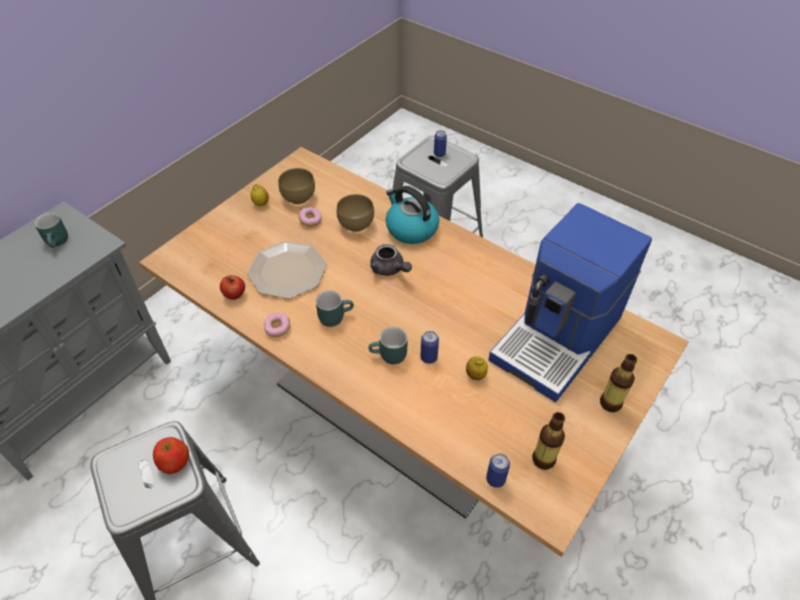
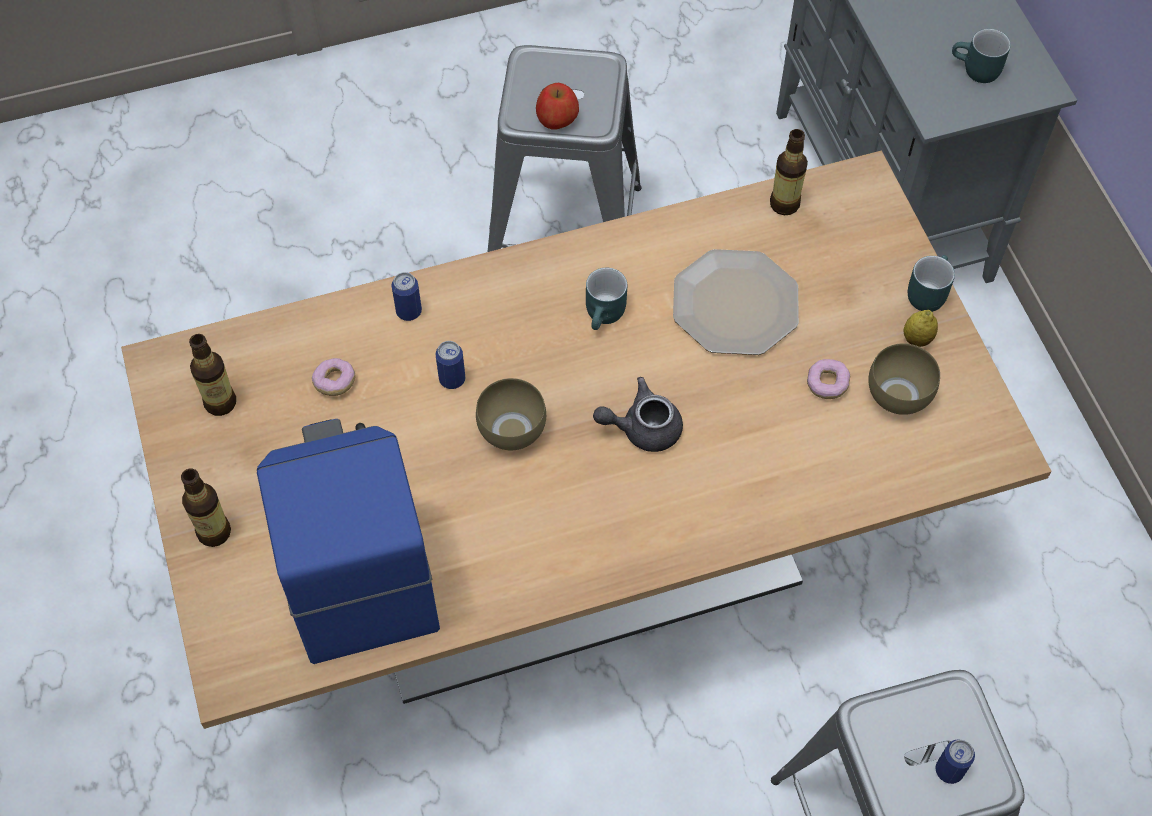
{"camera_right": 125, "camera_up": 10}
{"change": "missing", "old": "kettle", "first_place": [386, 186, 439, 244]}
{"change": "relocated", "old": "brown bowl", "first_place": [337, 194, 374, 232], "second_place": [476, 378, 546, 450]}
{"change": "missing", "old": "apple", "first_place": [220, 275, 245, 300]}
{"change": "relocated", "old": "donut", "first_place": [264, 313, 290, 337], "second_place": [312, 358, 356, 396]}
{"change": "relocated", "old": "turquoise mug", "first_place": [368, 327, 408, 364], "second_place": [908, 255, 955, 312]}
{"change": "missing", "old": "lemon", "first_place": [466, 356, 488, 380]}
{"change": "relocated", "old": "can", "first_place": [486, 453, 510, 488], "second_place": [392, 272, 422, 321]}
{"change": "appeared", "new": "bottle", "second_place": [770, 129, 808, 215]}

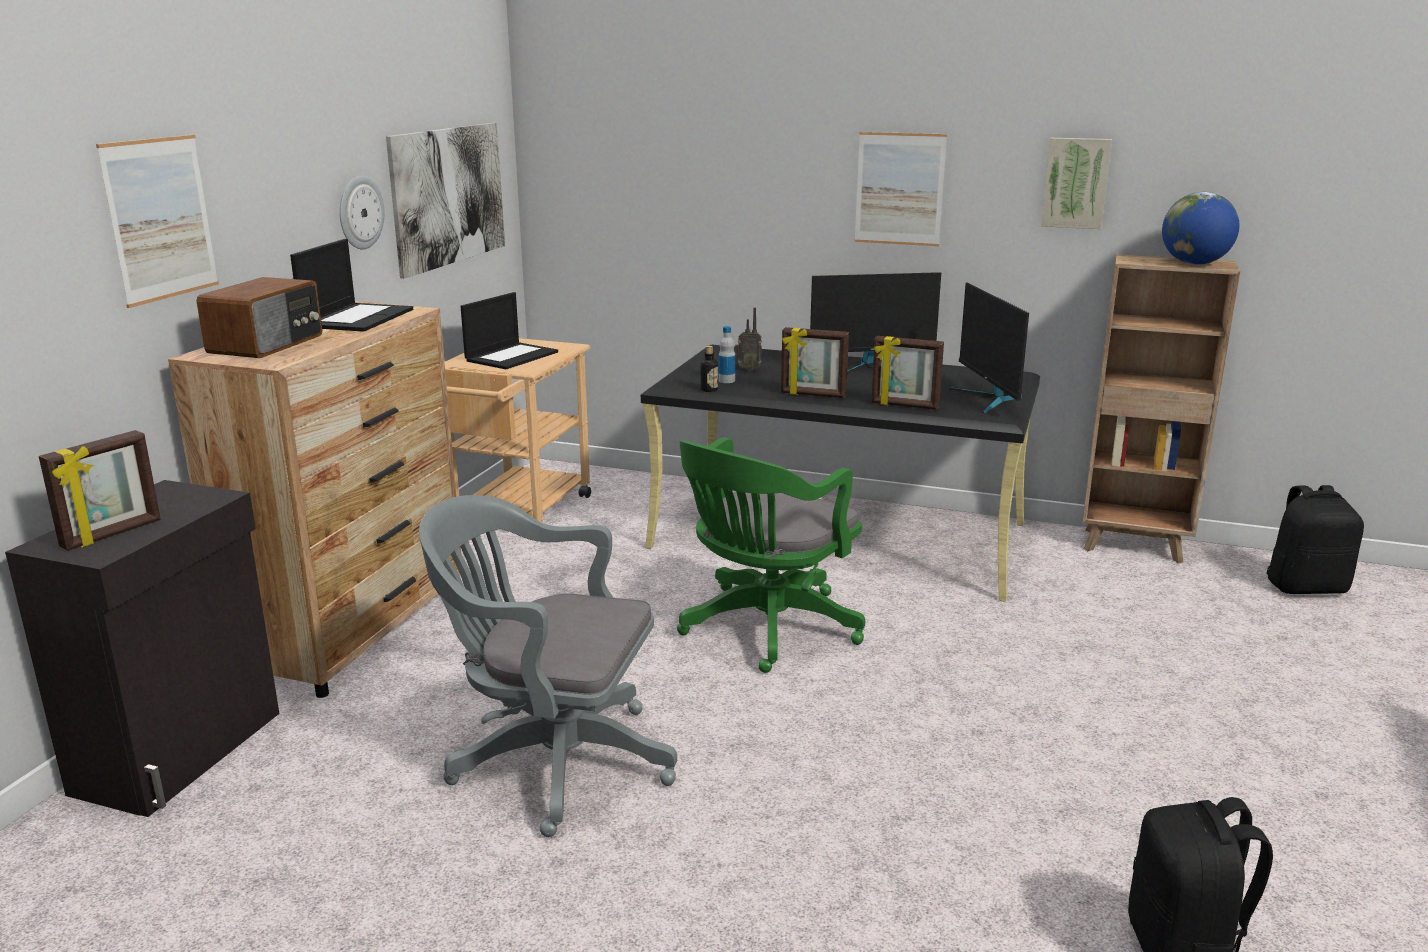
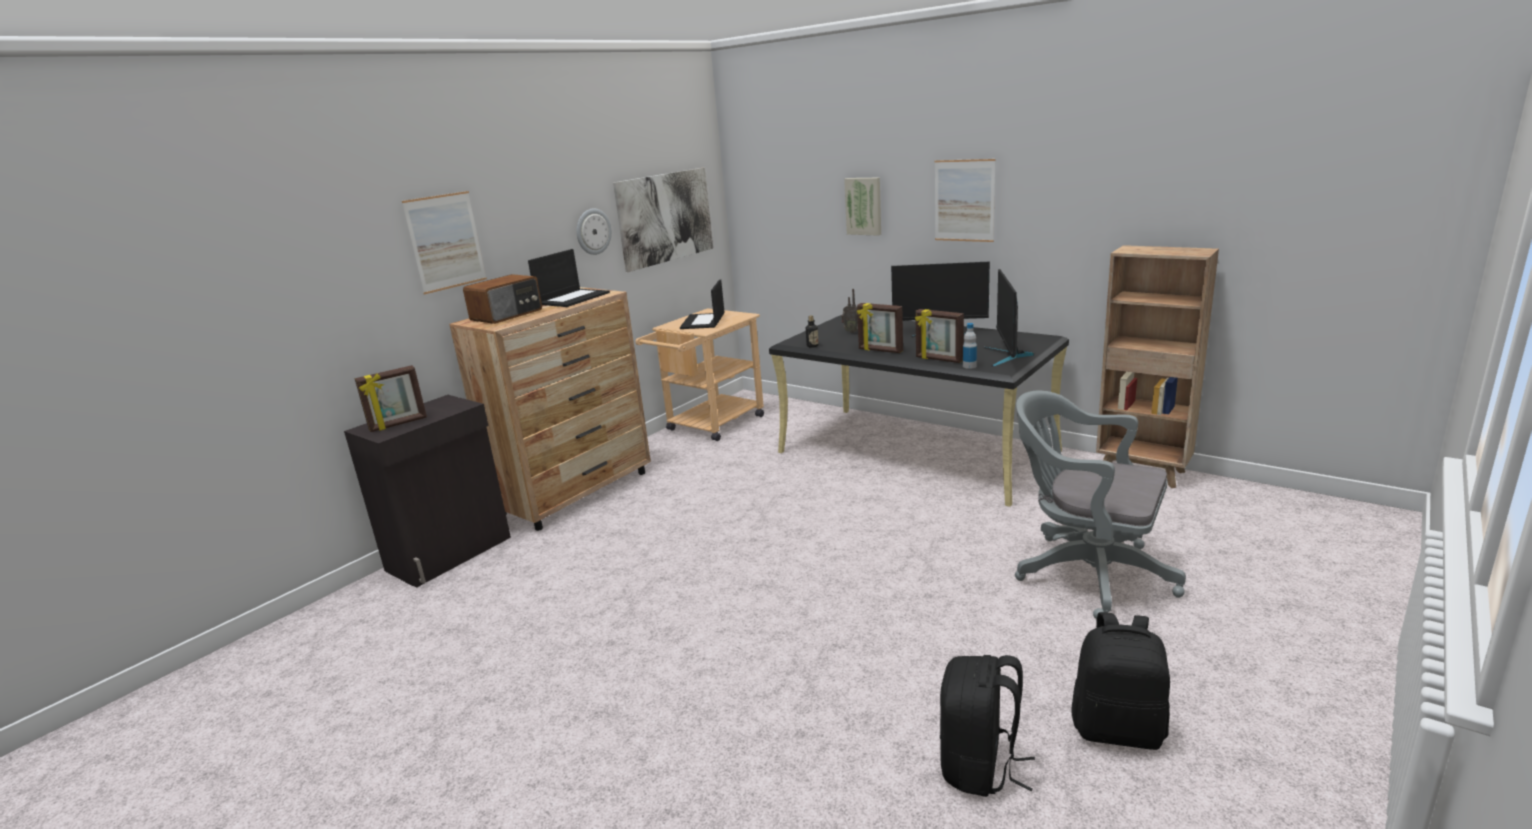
{"camera_right": 20, "camera_up": 0}
{"change": "relocated", "old": "picture", "first_place": [1041, 138, 1112, 229], "second_place": [844, 178, 881, 236]}
{"change": "missing", "old": "globe", "first_place": [1162, 192, 1239, 265]}
{"change": "spun", "old": "laptop", "first_place": [461, 292, 558, 369], "second_place": [680, 279, 725, 329], "degrees": 135}
{"change": "relocated", "old": "bottle", "first_place": [719, 326, 735, 383], "second_place": [963, 323, 977, 369]}
{"change": "missing", "old": "green office chair", "first_place": [677, 437, 865, 673]}
{"change": "relocated", "old": "black backpack", "first_place": [1266, 485, 1364, 594], "second_place": [1071, 612, 1170, 750]}
{"change": "relocated", "old": "grey office chair", "first_place": [419, 495, 677, 837], "second_place": [1015, 391, 1186, 619]}

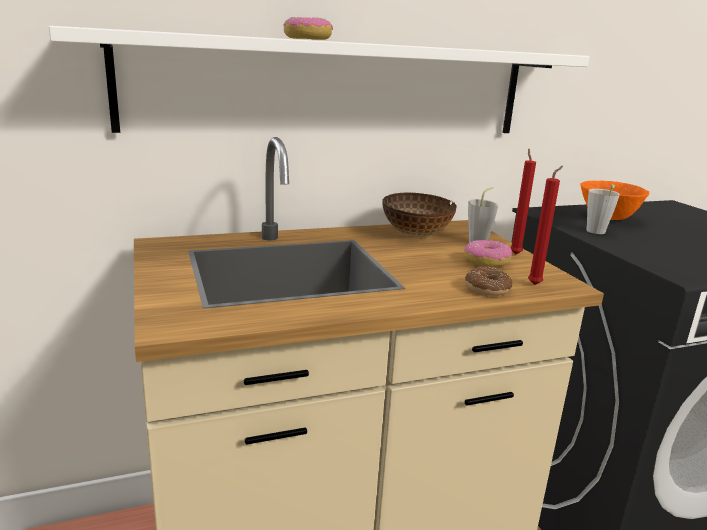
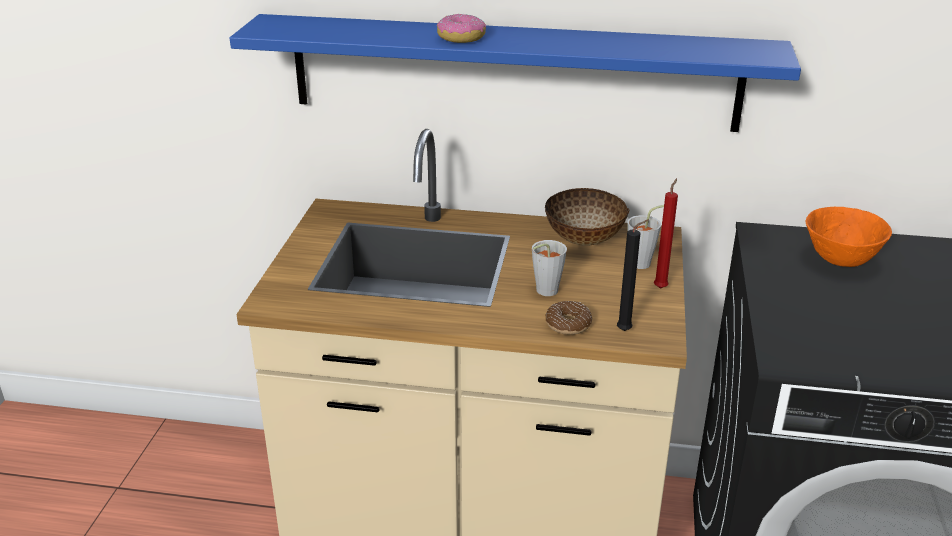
{"camera_right": 30, "camera_up": 10}
{"change": "colour", "old": "white shelf", "new": "blue shelf", "first_place": [49, 26, 590, 133], "second_place": [230, 14, 801, 132]}
{"change": "colour", "old": "red candle", "new": "black candle", "first_place": [528, 166, 563, 285], "second_place": [617, 219, 648, 331]}
{"change": "relocated", "old": "grey cup", "first_place": [586, 184, 620, 234], "second_place": [532, 240, 567, 296]}
{"change": "missing", "old": "donut", "first_place": [464, 240, 512, 267]}

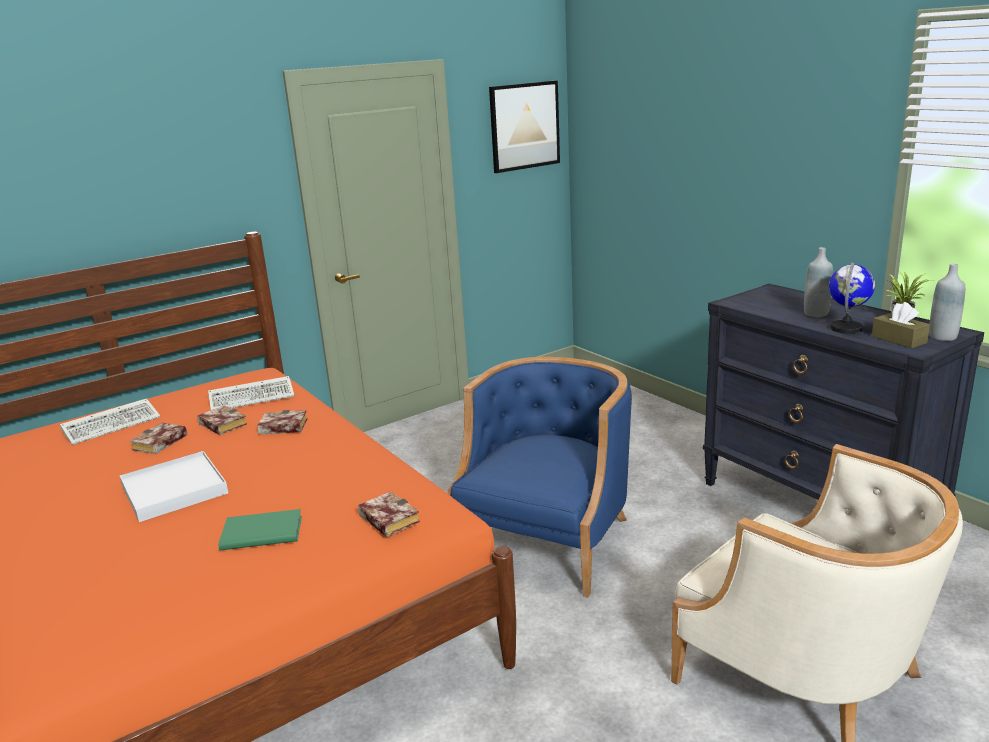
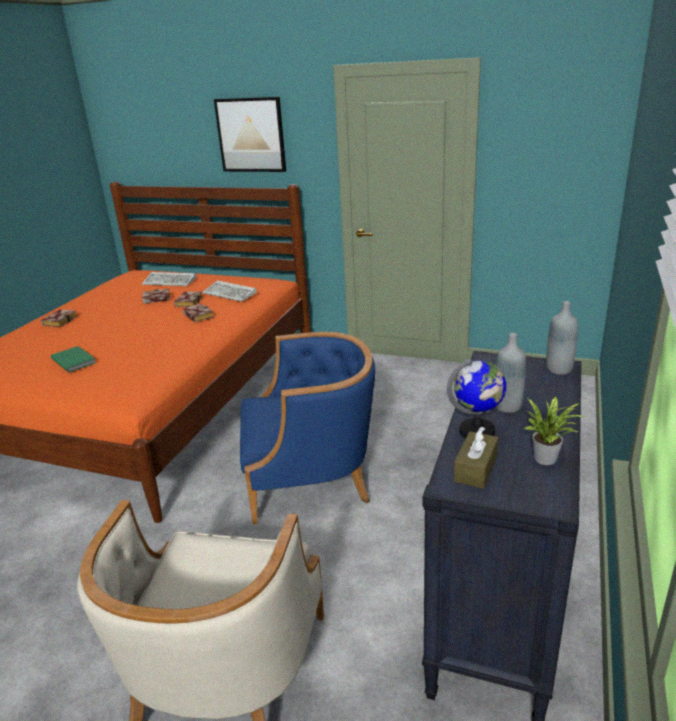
{"camera_right": 55, "camera_up": 5}
{"change": "relocated", "old": "picture", "first_place": [489, 81, 560, 173], "second_place": [214, 97, 286, 172]}
{"change": "relocated", "old": "grey bottle", "first_place": [929, 264, 965, 341], "second_place": [546, 301, 578, 375]}
{"change": "missing", "old": "white tray", "first_place": [120, 451, 228, 522]}
{"change": "relocated", "old": "book", "first_place": [358, 491, 420, 537], "second_place": [41, 310, 77, 327]}

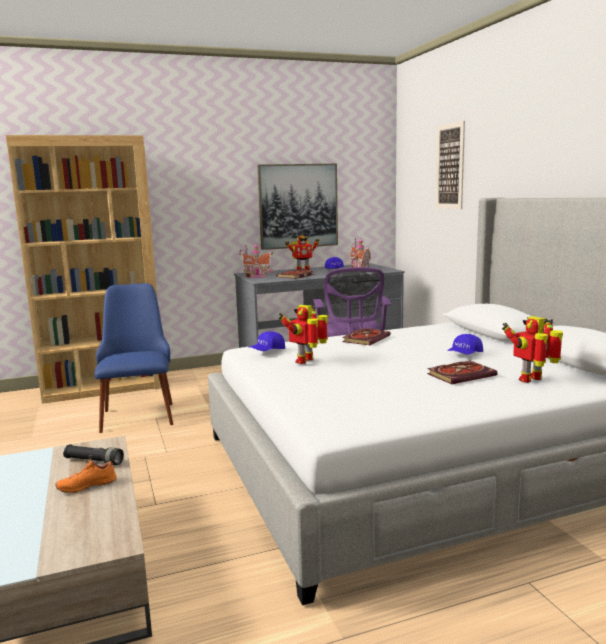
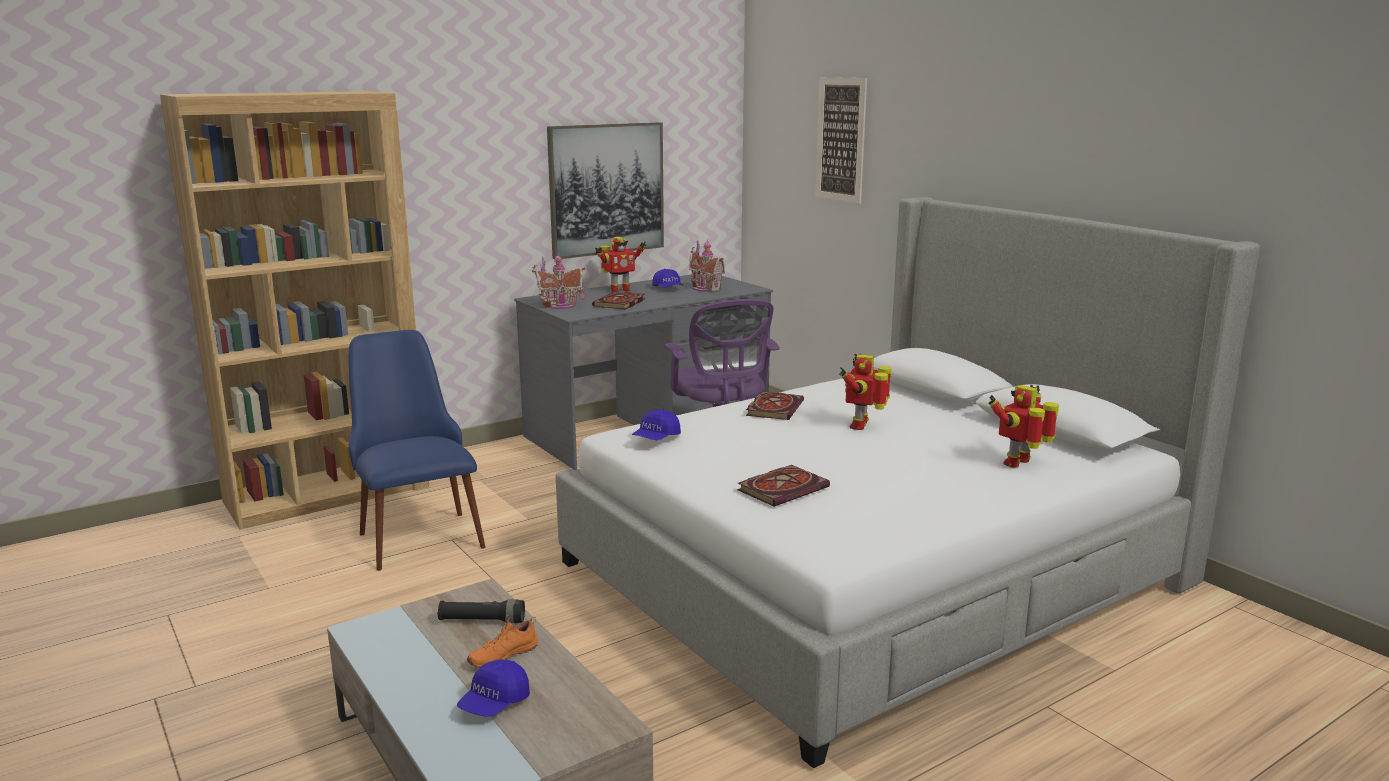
{"camera_right": -15, "camera_up": 5}
{"change": "relocated", "old": "toy robot", "first_place": [279, 305, 328, 364], "second_place": [839, 353, 892, 430]}
{"change": "relocated", "old": "blue cap", "first_place": [447, 334, 483, 355], "second_place": [457, 659, 530, 717]}
{"change": "relocated", "old": "book", "first_place": [427, 361, 498, 384], "second_place": [737, 465, 830, 507]}

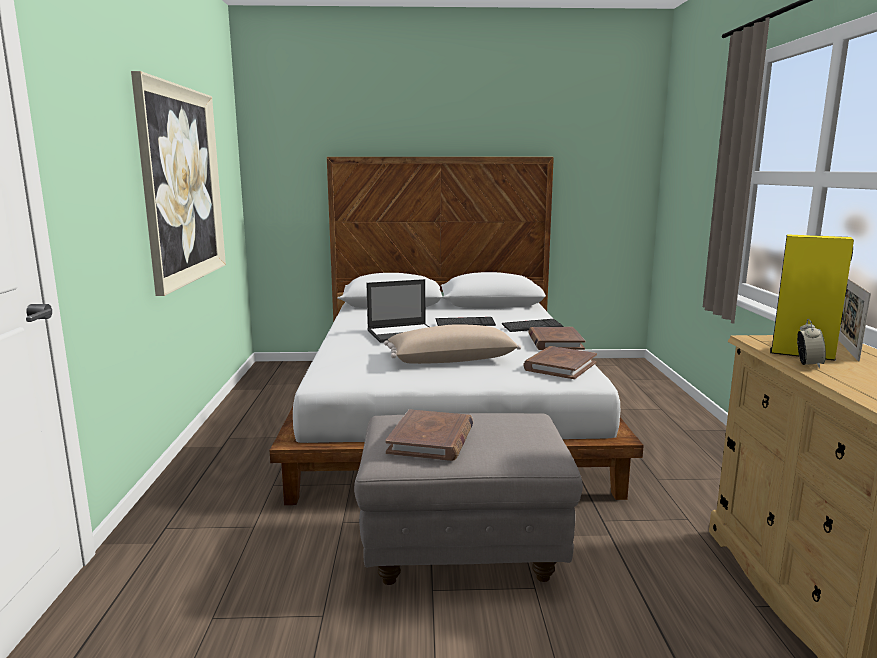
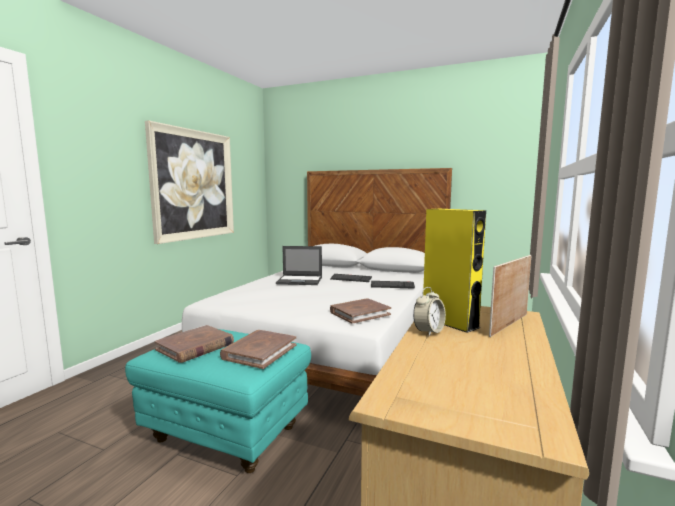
{"camera_right": 25, "camera_up": -5}
{"change": "missing", "old": "beige pillow", "first_place": [384, 324, 521, 364]}
{"change": "relocated", "old": "brown book", "first_place": [528, 327, 586, 350], "second_place": [220, 330, 297, 369]}
{"change": "colour", "old": "grey ottoman", "new": "turquoise ottoman", "first_place": [354, 413, 583, 585], "second_place": [125, 329, 311, 473]}

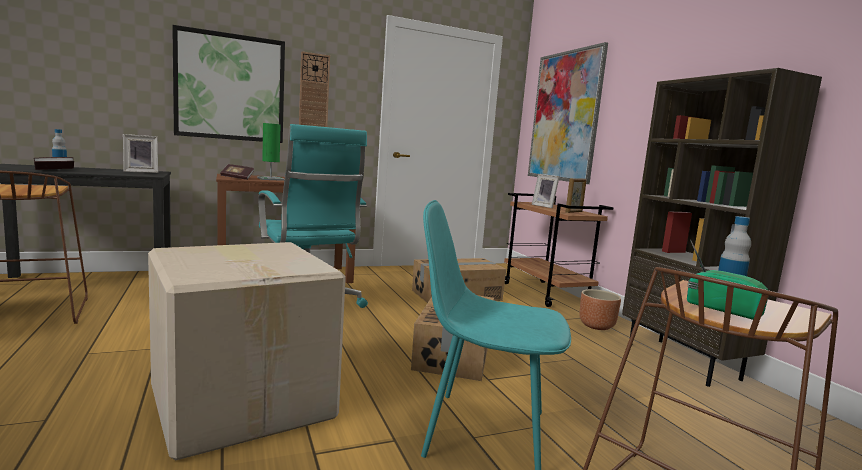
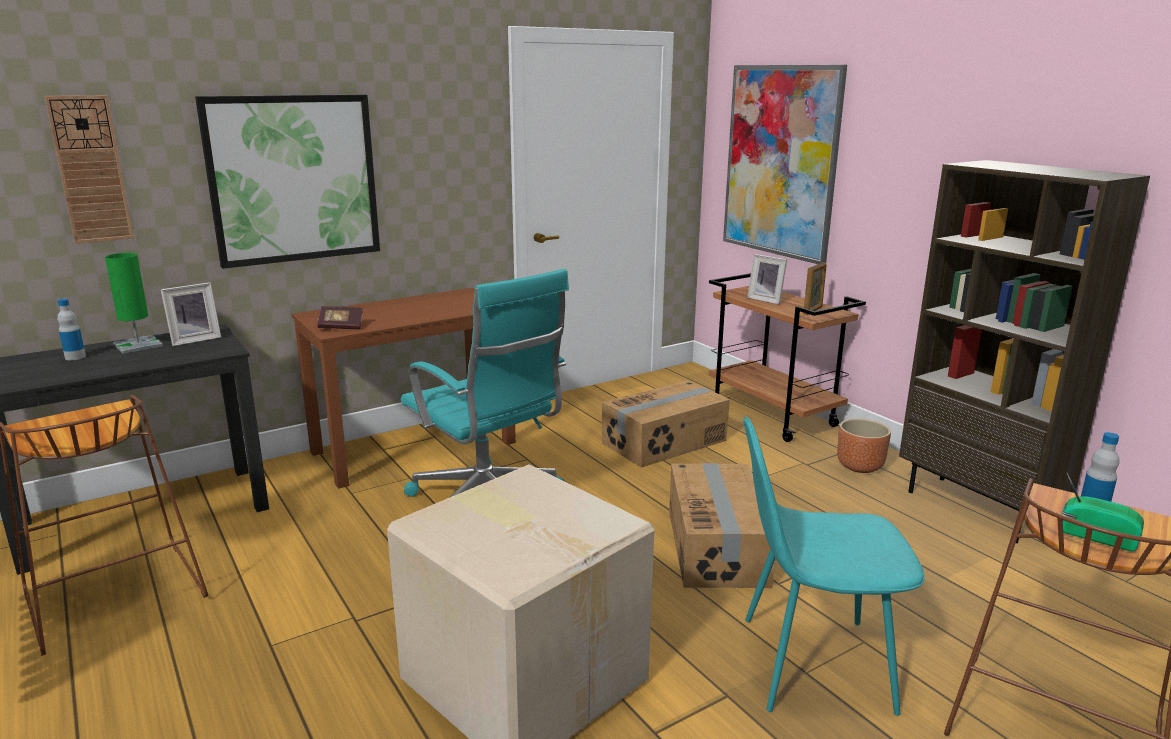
{"camera_right": -10, "camera_up": 10}
{"change": "relocated", "old": "wall clock", "first_place": [299, 51, 330, 127], "second_place": [44, 95, 134, 244]}
{"change": "relocated", "old": "green table lamp", "first_place": [257, 123, 284, 181], "second_place": [105, 253, 163, 354]}
{"change": "missing", "old": "book", "first_place": [34, 157, 74, 170]}

